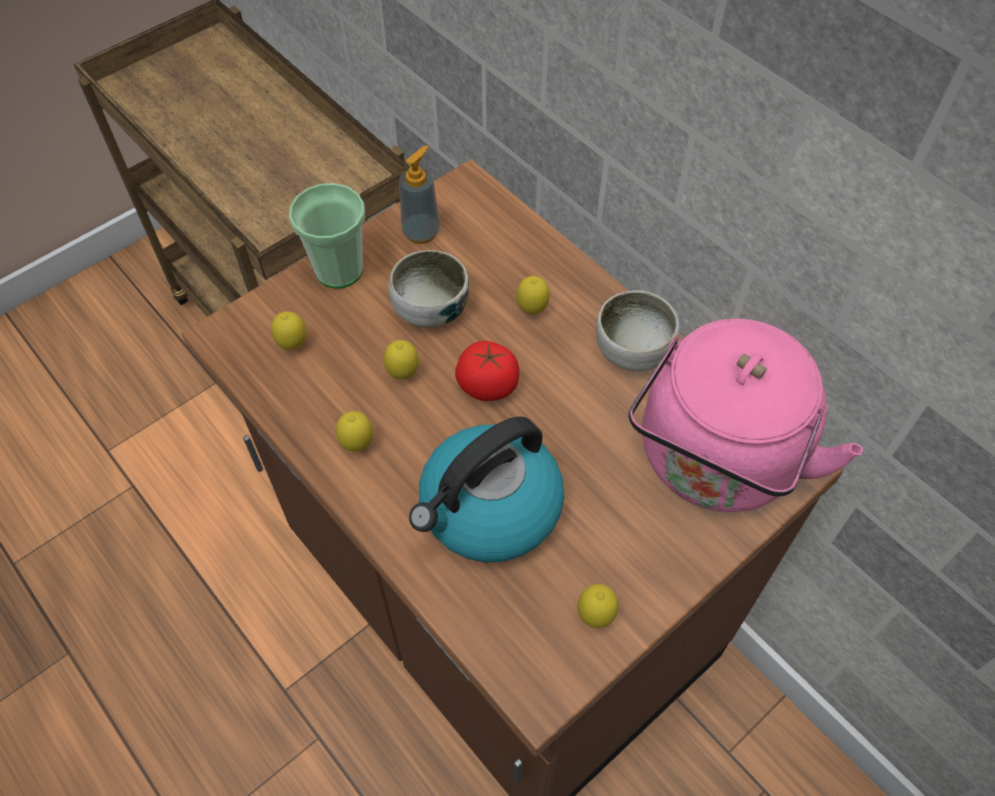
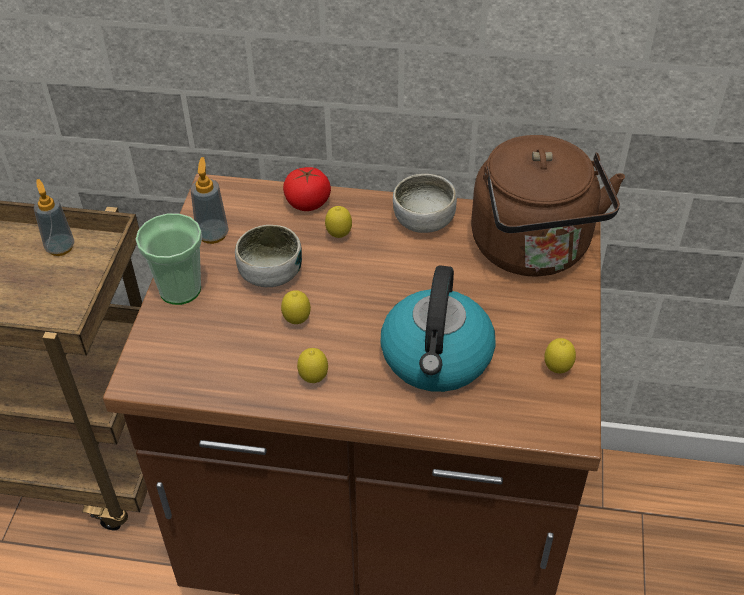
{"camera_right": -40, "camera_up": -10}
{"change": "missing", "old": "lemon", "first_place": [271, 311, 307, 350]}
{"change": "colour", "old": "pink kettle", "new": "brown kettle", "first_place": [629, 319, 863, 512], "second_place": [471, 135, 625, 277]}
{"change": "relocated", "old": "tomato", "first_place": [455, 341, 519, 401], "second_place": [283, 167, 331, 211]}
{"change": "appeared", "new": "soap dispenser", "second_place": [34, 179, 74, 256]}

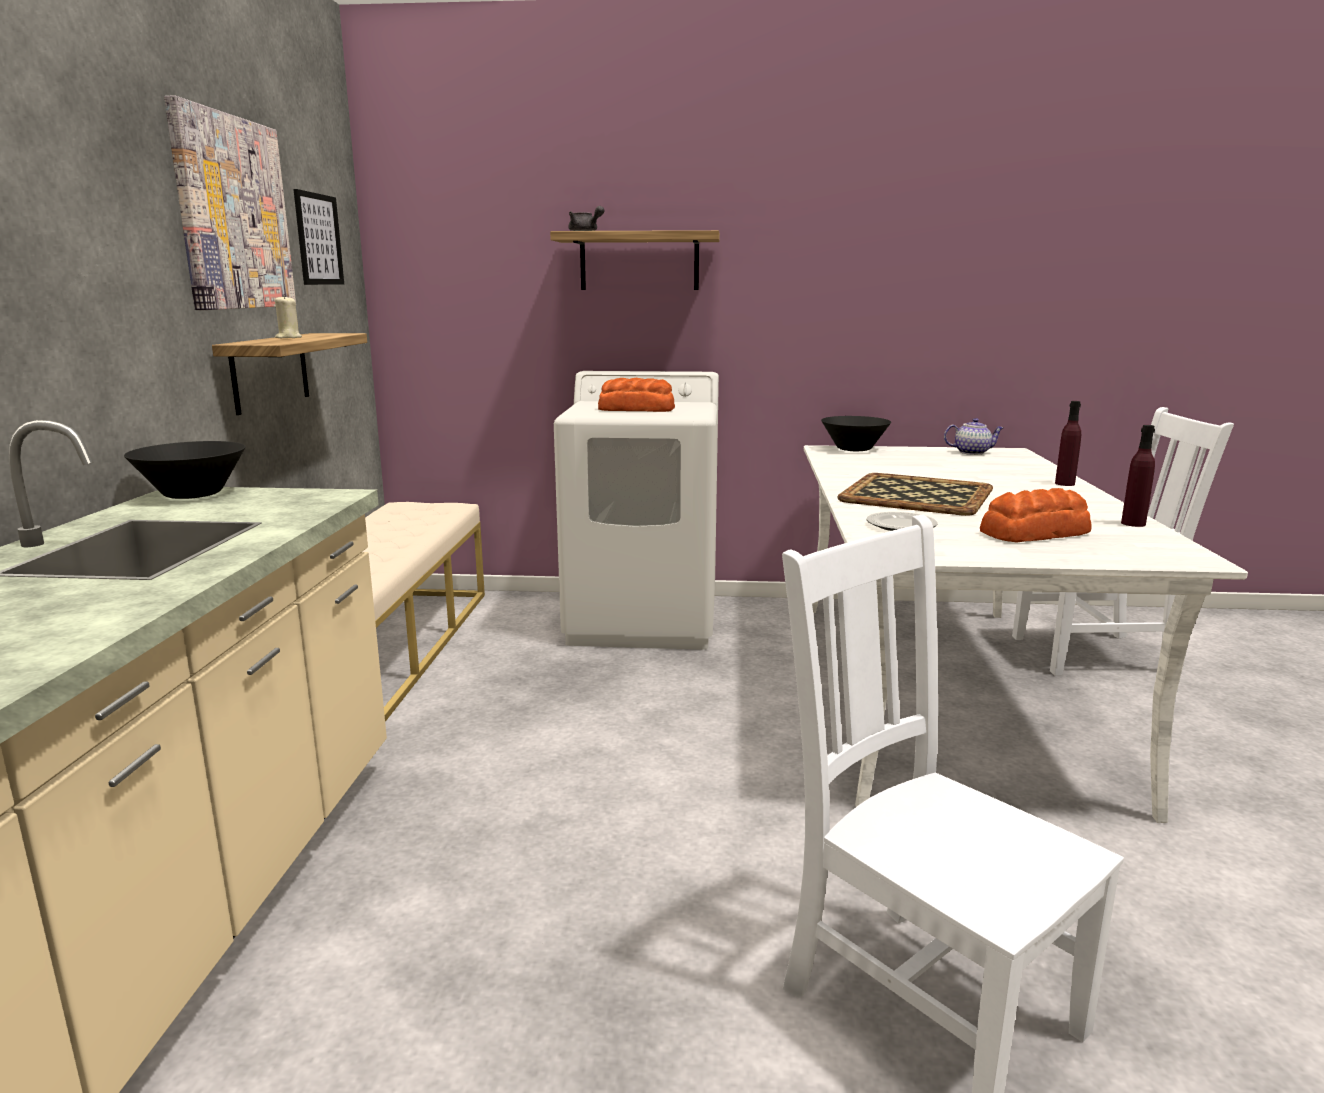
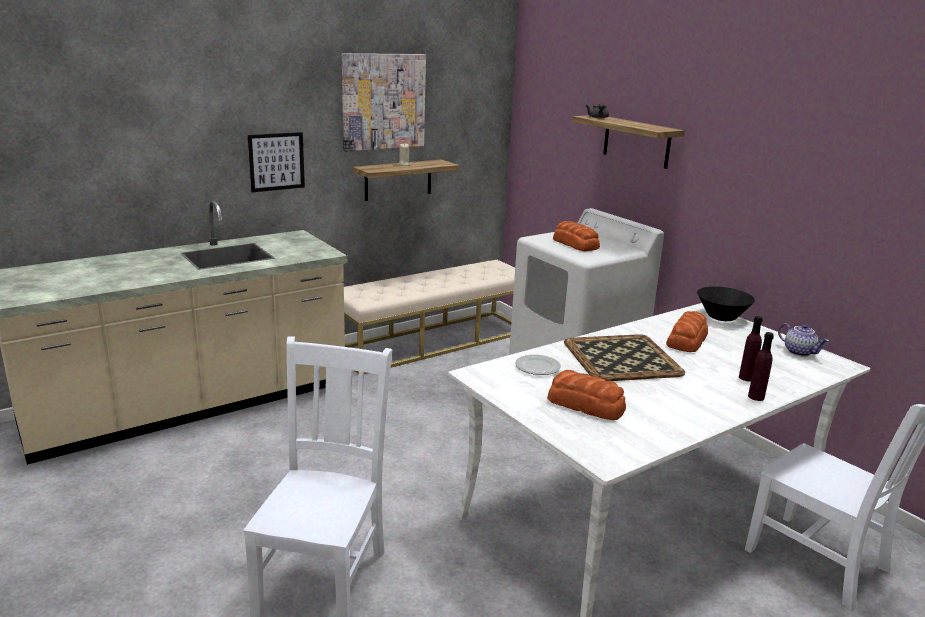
{"camera_right": 50, "camera_up": 5}
{"change": "relocated", "old": "picture", "first_place": [293, 189, 344, 285], "second_place": [248, 132, 305, 192]}
{"change": "relocated", "old": "purple bottle", "first_place": [1121, 425, 1155, 527], "second_place": [739, 316, 763, 381]}
{"change": "missing", "old": "black bowl", "first_place": [124, 441, 246, 499]}
{"change": "appeared", "new": "bread", "second_place": [666, 311, 708, 352]}

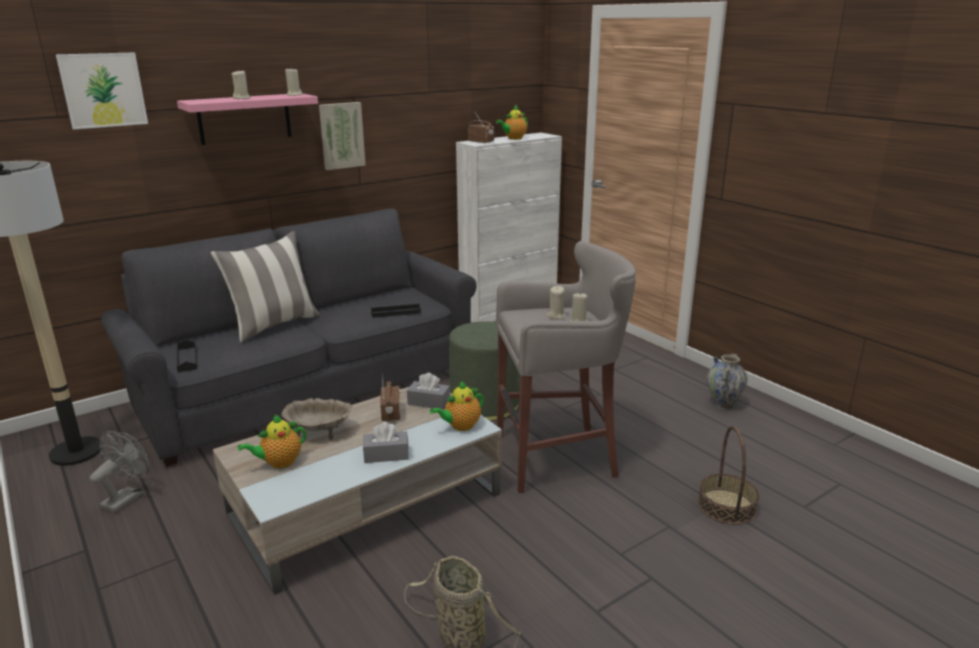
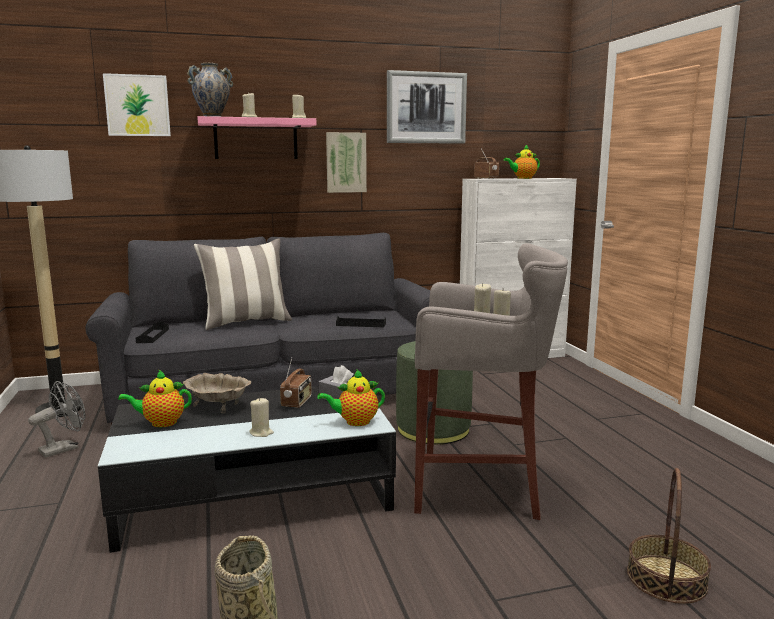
{"camera_right": 20, "camera_up": -10}
{"change": "relocated", "old": "vase", "first_place": [707, 353, 747, 409], "second_place": [187, 63, 233, 117]}
{"change": "colour", "old": "beige coffee table", "new": "black coffee table", "first_place": [213, 387, 502, 595], "second_place": [98, 386, 396, 553]}
{"change": "exchanged", "old": "grey tissue box", "new": "beige candle", "first_place": [363, 422, 409, 463], "second_place": [249, 397, 274, 437]}
{"change": "appeared", "new": "picture", "second_place": [387, 70, 467, 144]}

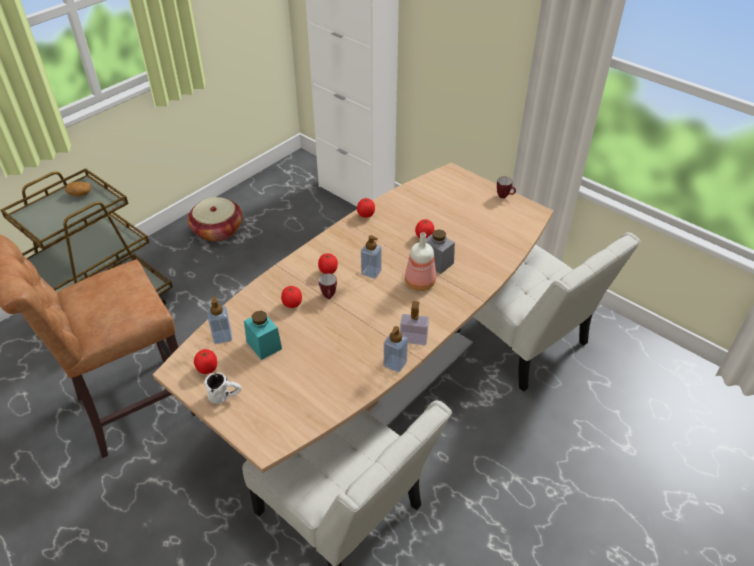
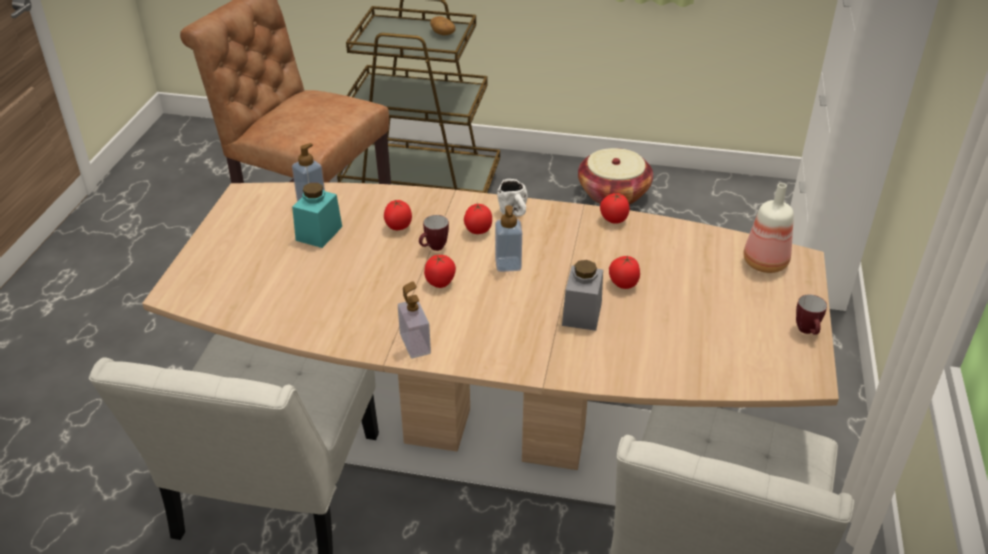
{"camera_right": 60, "camera_up": -5}
{"change": "relocated", "old": "bottle", "first_place": [405, 233, 436, 291], "second_place": [743, 183, 794, 273]}
{"change": "missing", "old": "soap dispenser", "first_place": [384, 326, 408, 372]}
{"change": "relocated", "old": "tomato", "first_place": [194, 349, 217, 374], "second_place": [424, 254, 456, 288]}
{"change": "relocated", "old": "white mug", "first_place": [204, 372, 241, 403], "second_place": [497, 179, 527, 217]}

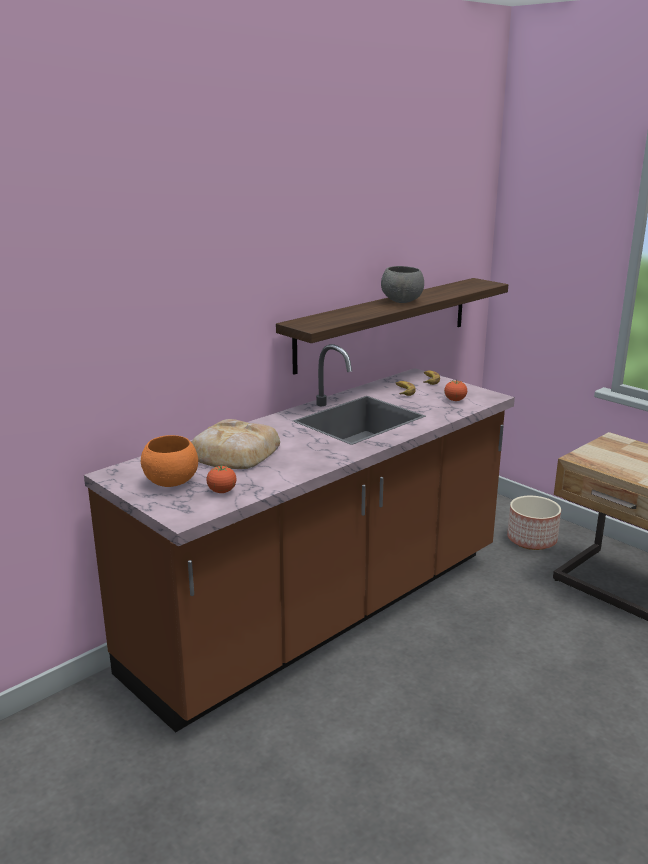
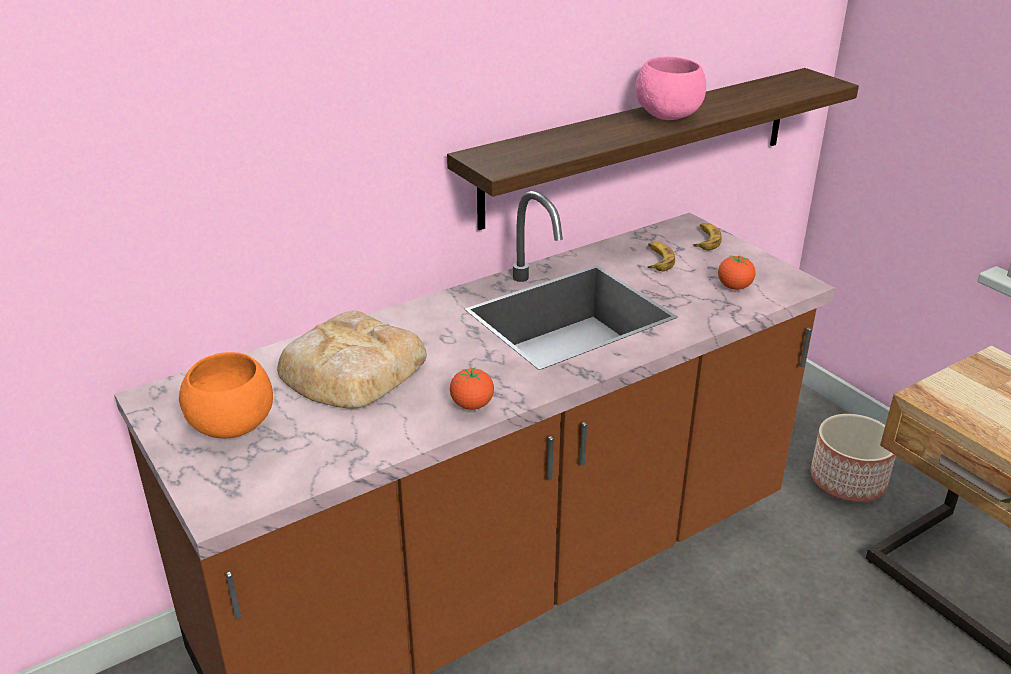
{"camera_right": 10, "camera_up": 10}
{"change": "colour", "old": "grey bowl", "new": "pink bowl", "first_place": [381, 266, 424, 303], "second_place": [635, 57, 706, 120]}
{"change": "relocated", "old": "tomato", "first_place": [207, 465, 236, 493], "second_place": [450, 367, 494, 410]}

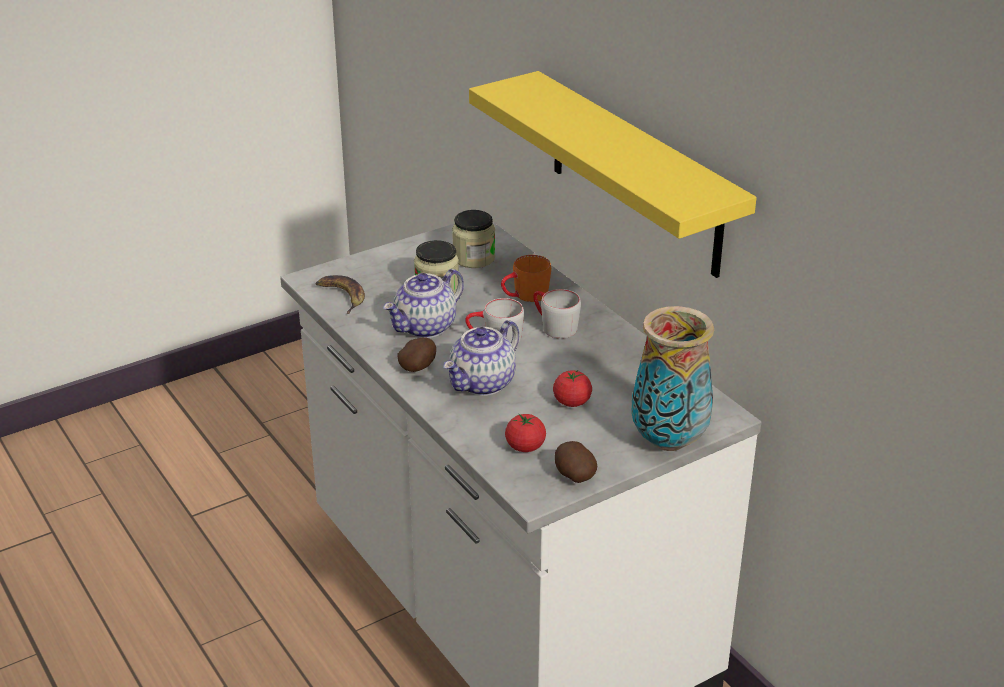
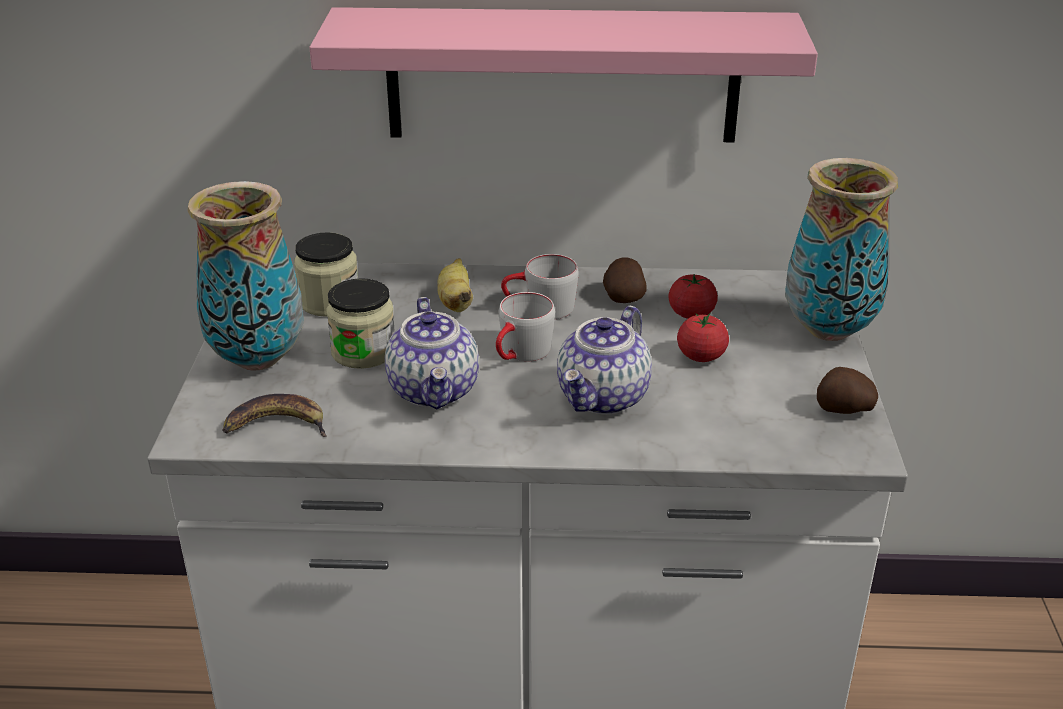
{"camera_right": -55, "camera_up": 0}
{"change": "colour", "old": "yellow shelf", "new": "pink shelf", "first_place": [469, 71, 757, 278], "second_place": [309, 7, 818, 142]}
{"change": "exchanged", "old": "orange mug", "new": "banana", "first_place": [501, 255, 551, 302], "second_place": [437, 258, 473, 312]}
{"change": "spun", "old": "teapot", "first_place": [443, 320, 519, 396], "second_place": [557, 306, 652, 415], "degrees": 45}
{"change": "relocated", "old": "potato", "first_place": [398, 337, 436, 372], "second_place": [603, 258, 647, 303]}
{"change": "relocated", "old": "tomato", "first_place": [505, 413, 546, 452], "second_place": [668, 274, 718, 319]}
{"change": "appeared", "new": "vase", "second_place": [187, 181, 304, 371]}

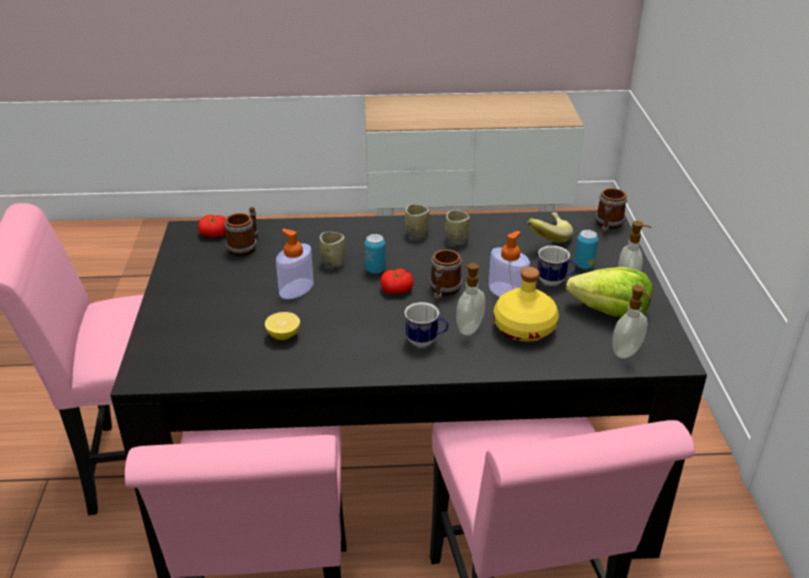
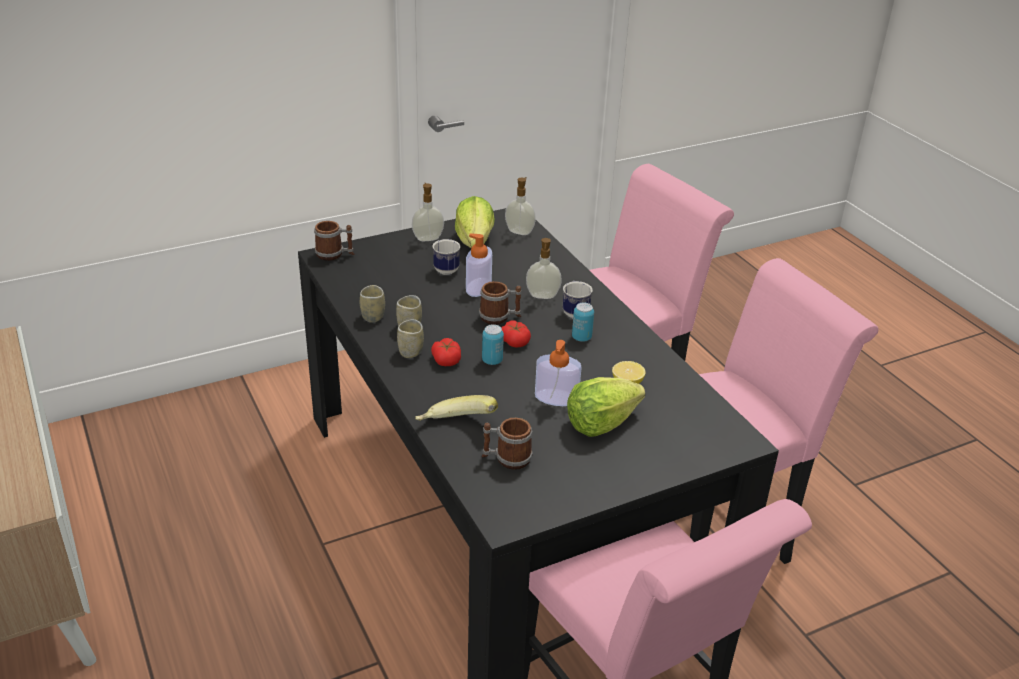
{"camera_right": -115, "camera_up": 0}
{"change": "relocated", "old": "banana", "first_place": [527, 212, 573, 242], "second_place": [416, 395, 498, 421]}
{"change": "relocated", "old": "tomato", "first_place": [198, 215, 226, 237], "second_place": [431, 338, 461, 366]}
{"change": "relocated", "old": "can", "first_place": [574, 230, 598, 269], "second_place": [572, 302, 594, 342]}
{"change": "relocated", "old": "cup", "first_place": [319, 232, 345, 267], "second_place": [360, 285, 385, 323]}
{"change": "missing", "old": "yellow bottle", "first_place": [494, 267, 559, 342]}
{"change": "appeared", "new": "lettuce", "second_place": [567, 377, 645, 437]}

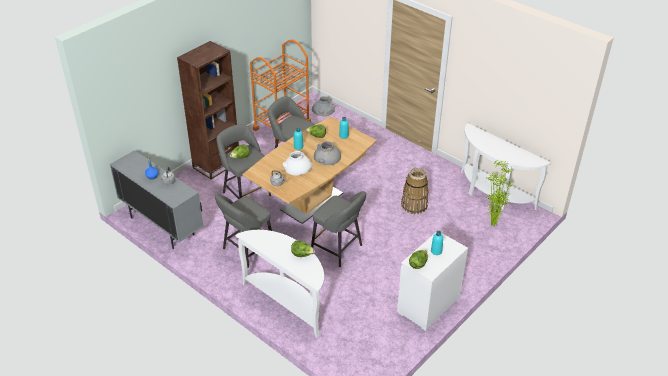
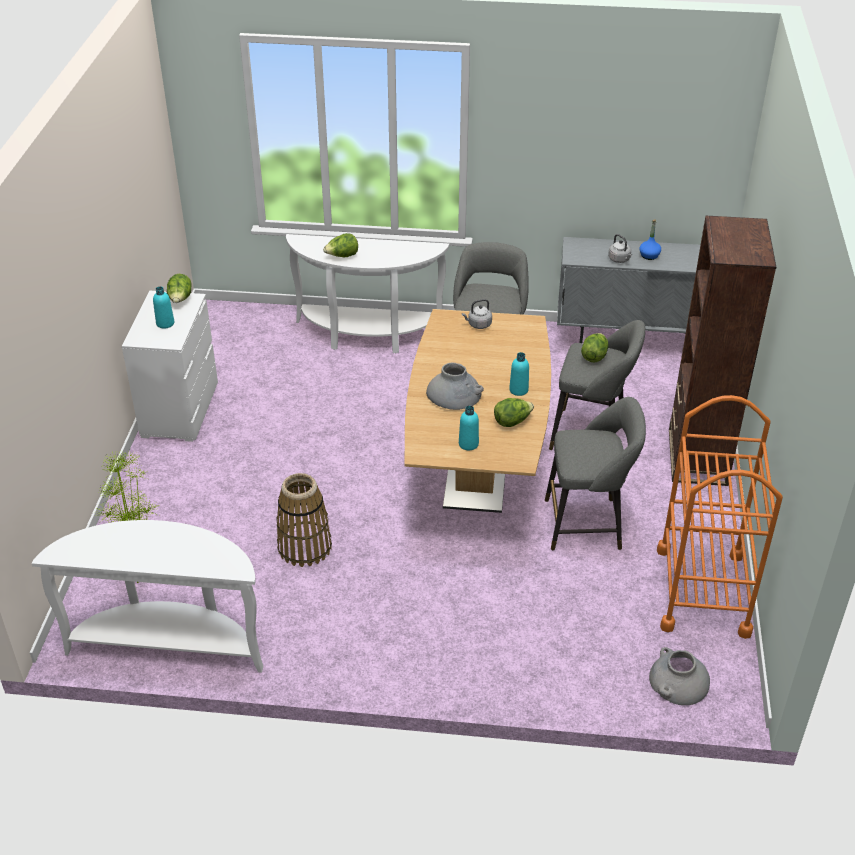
{"camera_right": 145, "camera_up": 0}
{"change": "missing", "old": "white vase", "first_place": [282, 151, 312, 175]}
{"change": "missing", "old": "grey stool", "first_place": [311, 191, 366, 267]}

